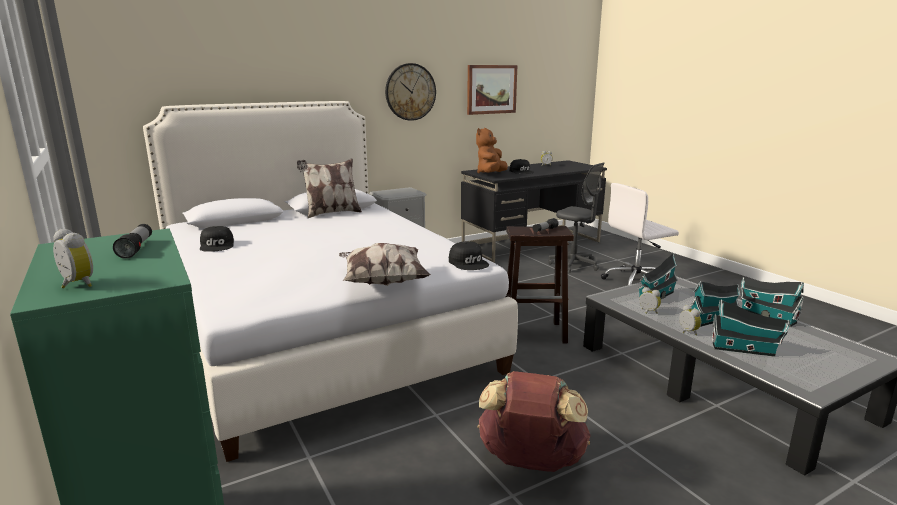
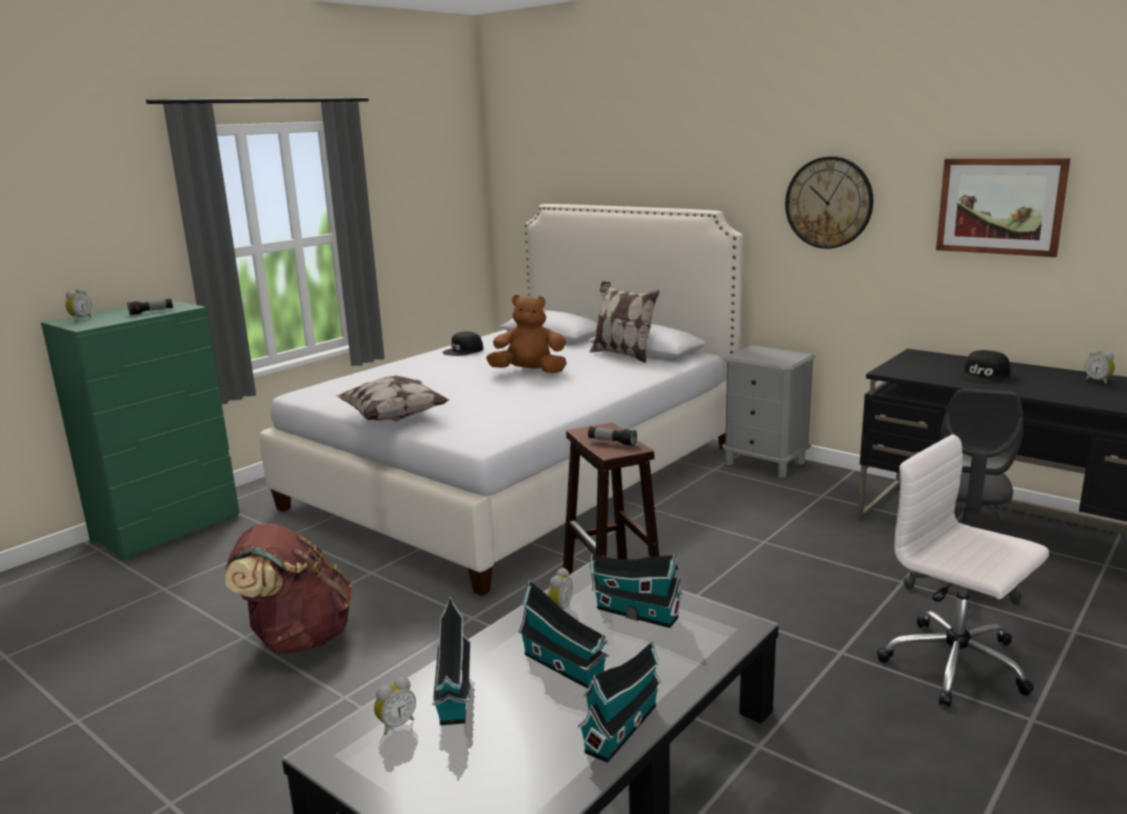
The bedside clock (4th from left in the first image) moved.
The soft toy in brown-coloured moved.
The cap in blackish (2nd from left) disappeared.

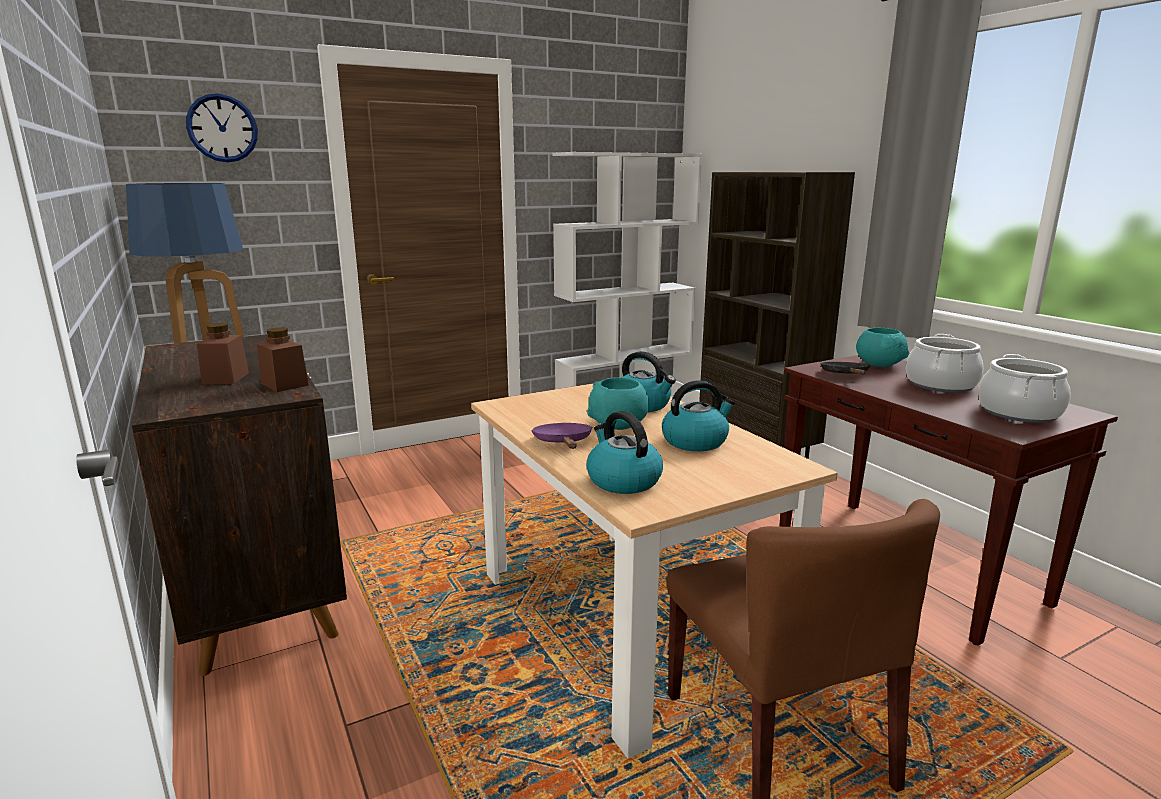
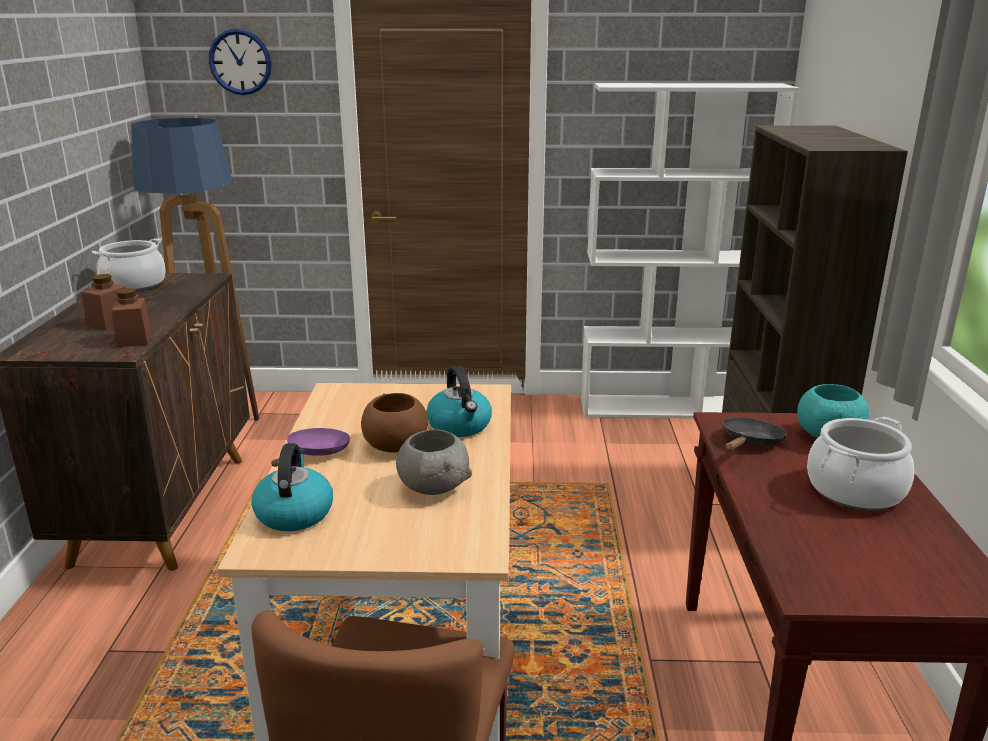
The saucepot (2nd from left in the first image) moved.
The bowl in turquoise-coloured (1st from left) became the bowl in brown-coloured.
The water kettle (3rd from left) was replaced by the bowl in greyish.

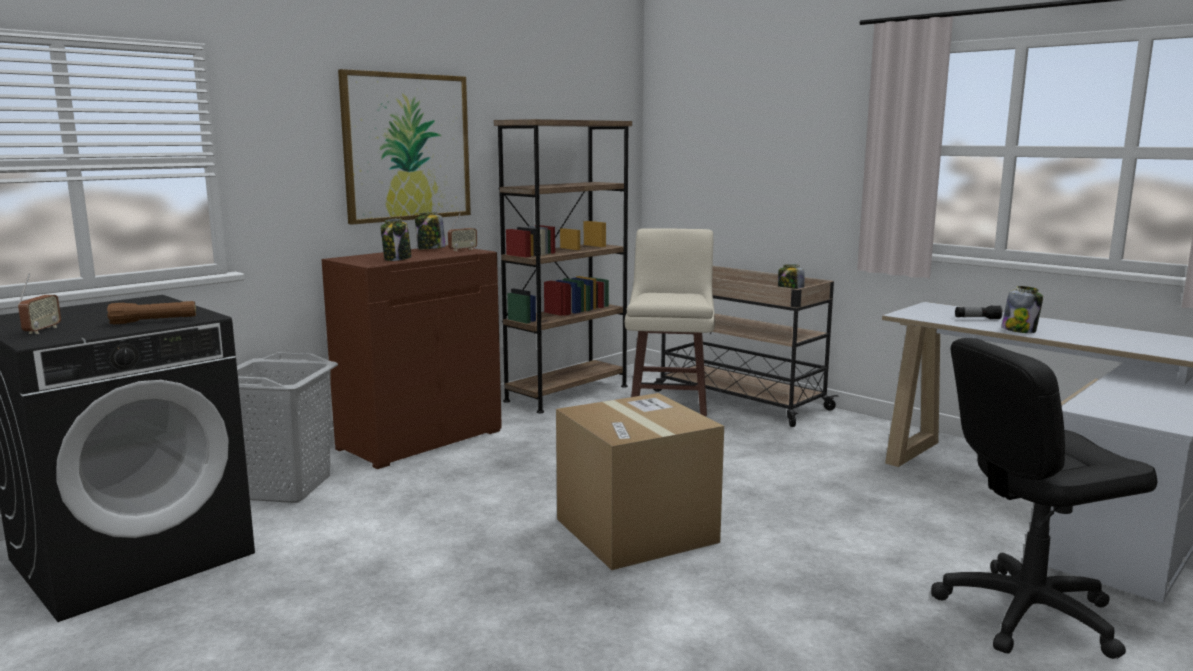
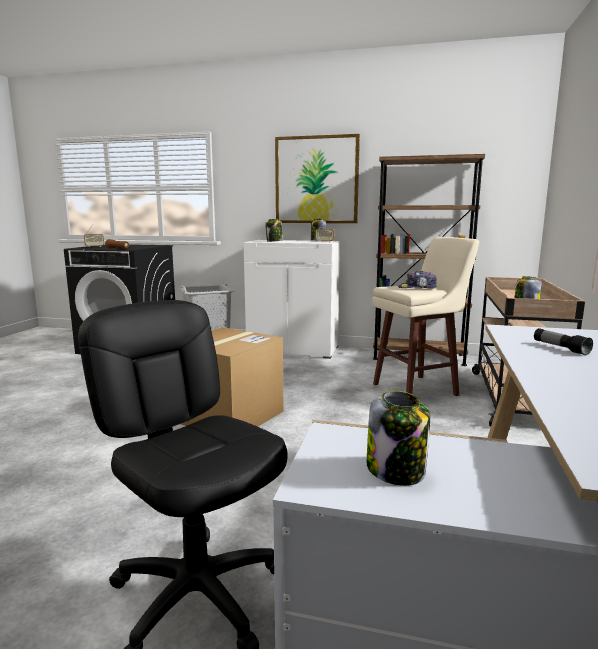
The cupboard in brown-coloured became the cupboard in white.
The jar (4th from left in the first image) moved.
The cap appeared.

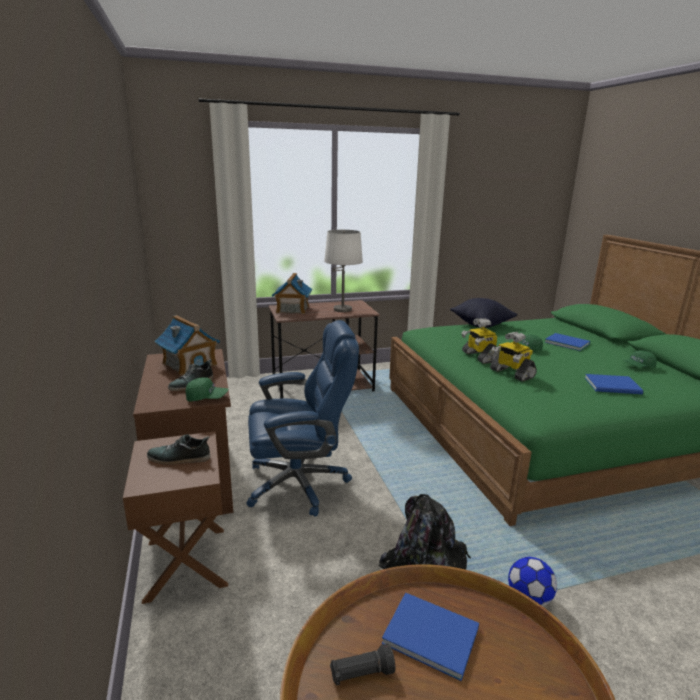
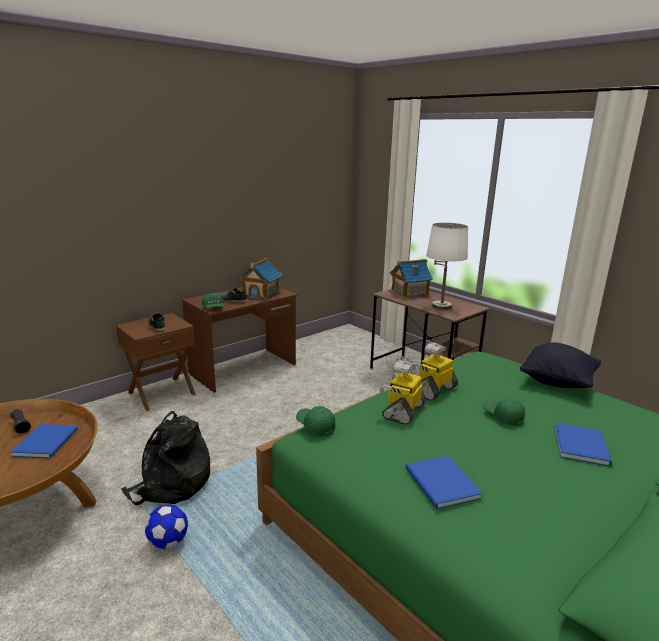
The cap in green (3rd from left in the first image) moved.
The computer chair in blue-coloured disappeared.

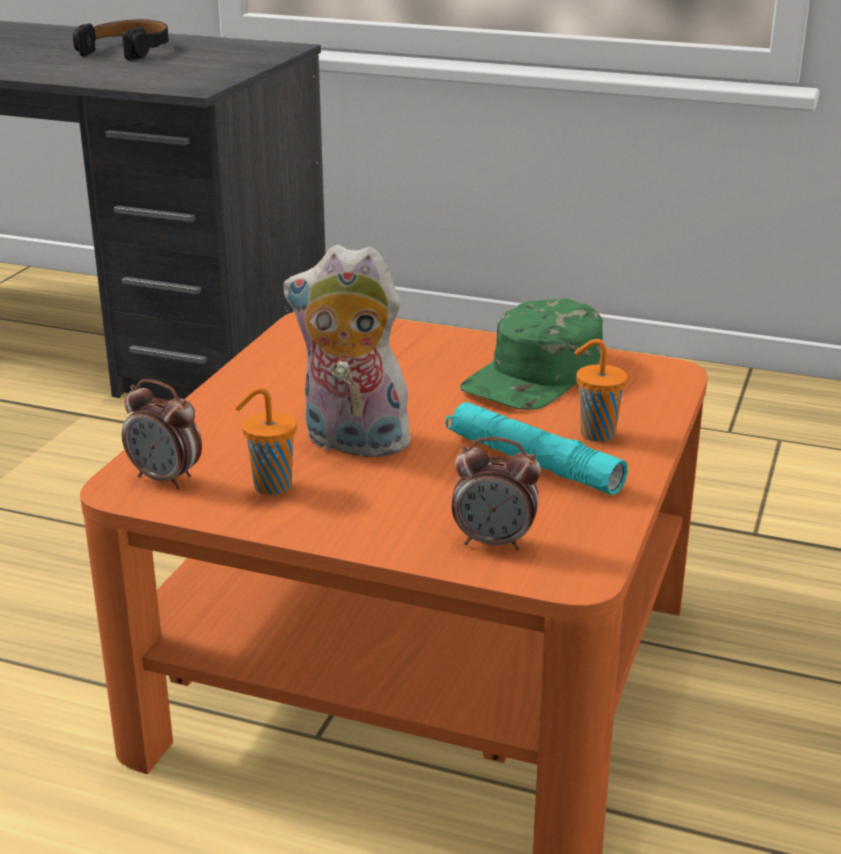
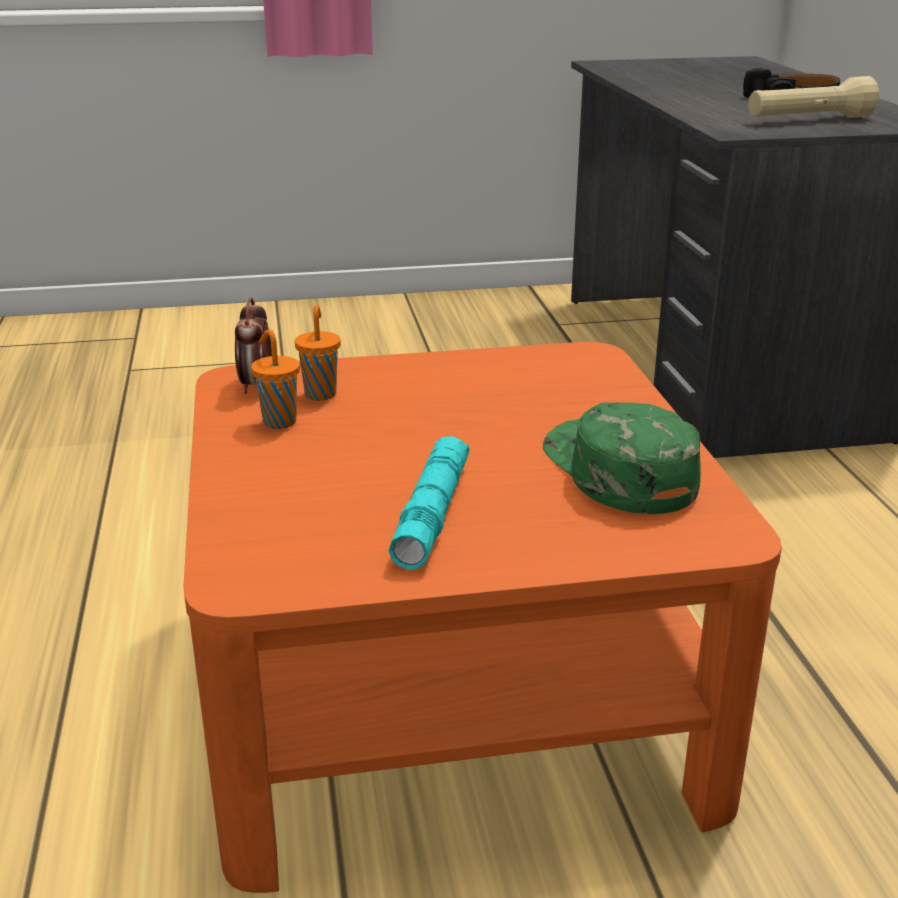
The drinking cup in orangey (2nd from left) moved.
The cap in green turned 60 degrees clockwise.
The flashlight in sand-coloured appeared.
The soft toy disappeared.
The bedside clock (2nd from left) disappeared.

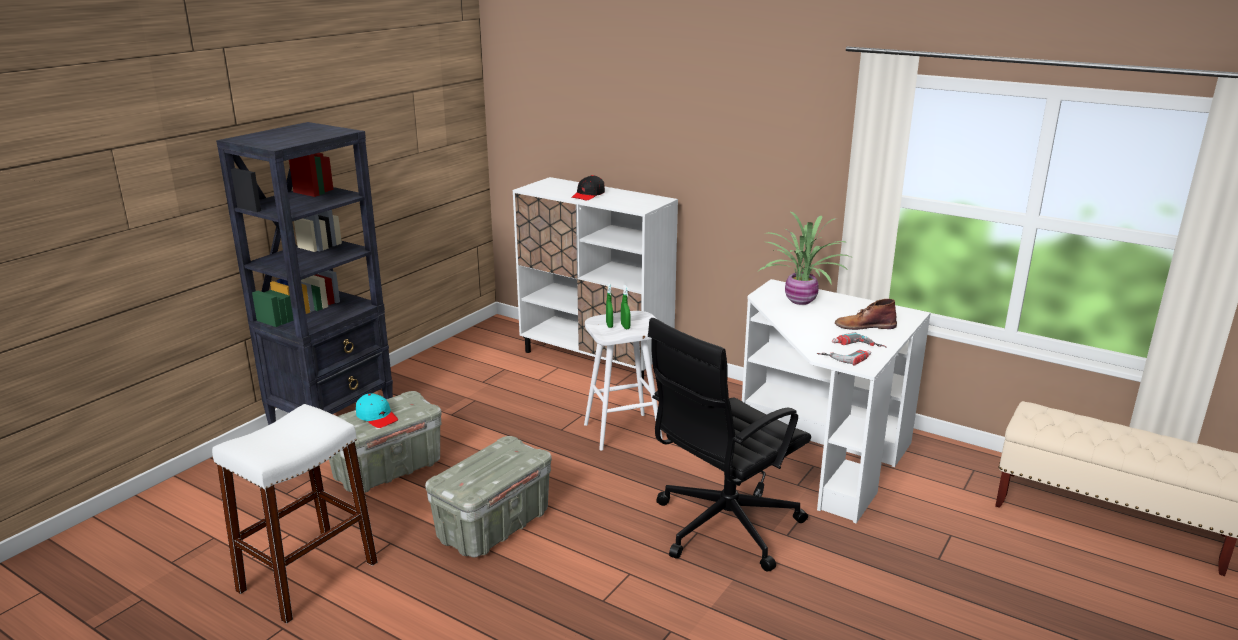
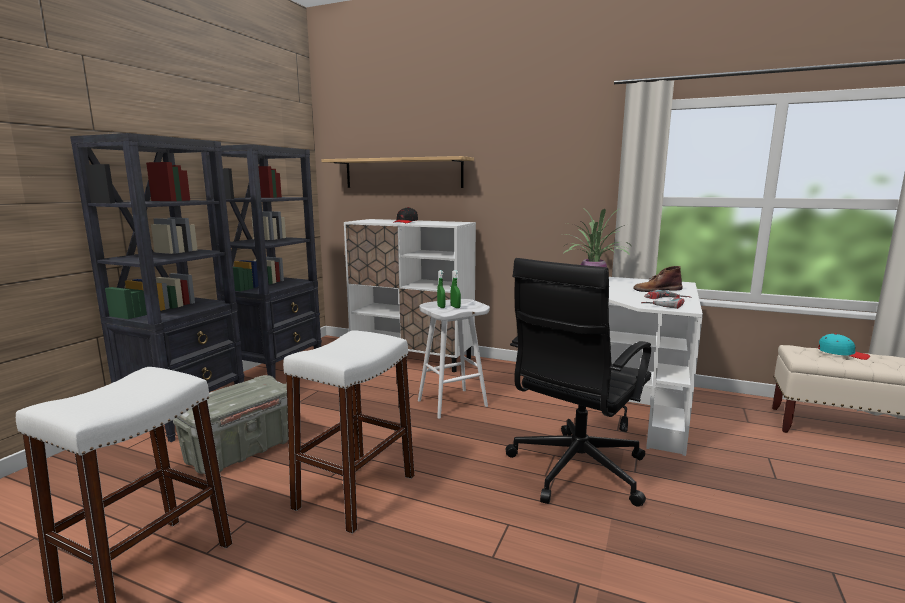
The shelving unit in blackish (2nd from left) appeared.
The storage box in greyish (2nd from left) was replaced by the stool seat in white (2nd from left).
The shelf appeared.
The cap in turquoise-coloured moved.

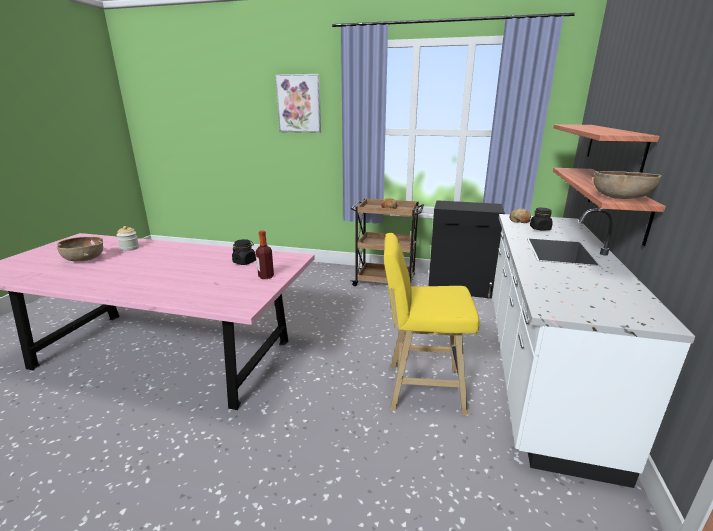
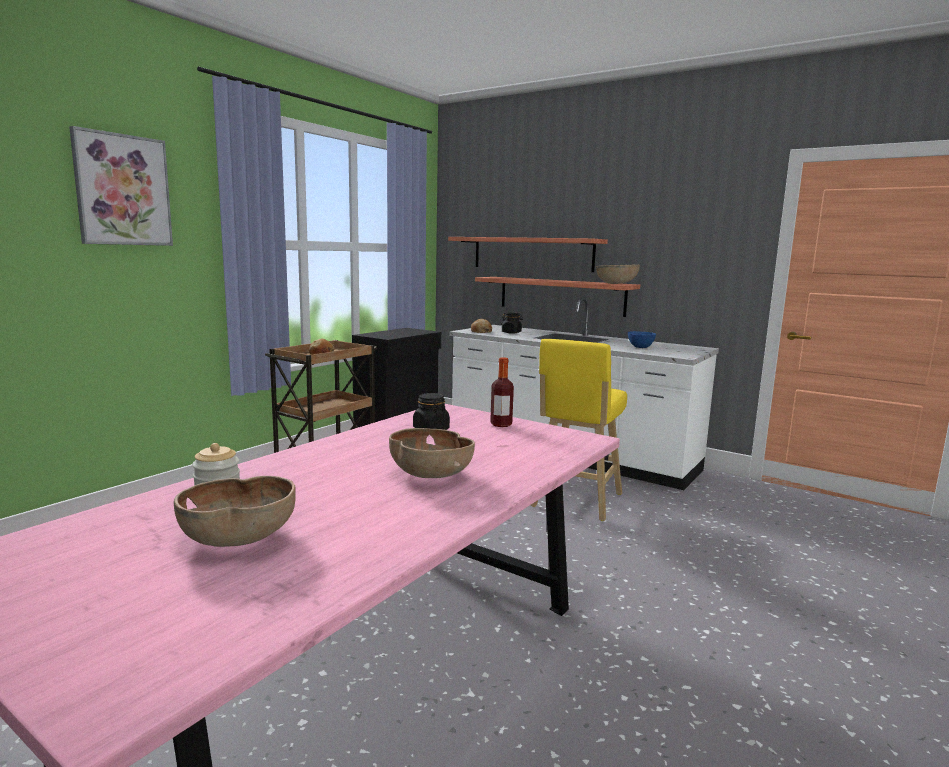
The bowl in brown-coloured (2nd from left) appeared.
The bowl in blue-coloured appeared.

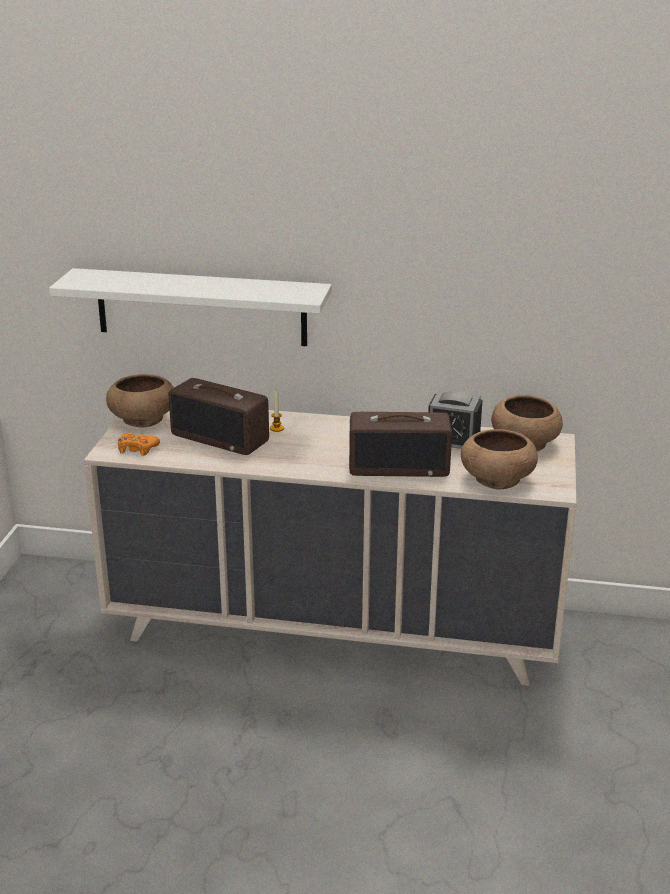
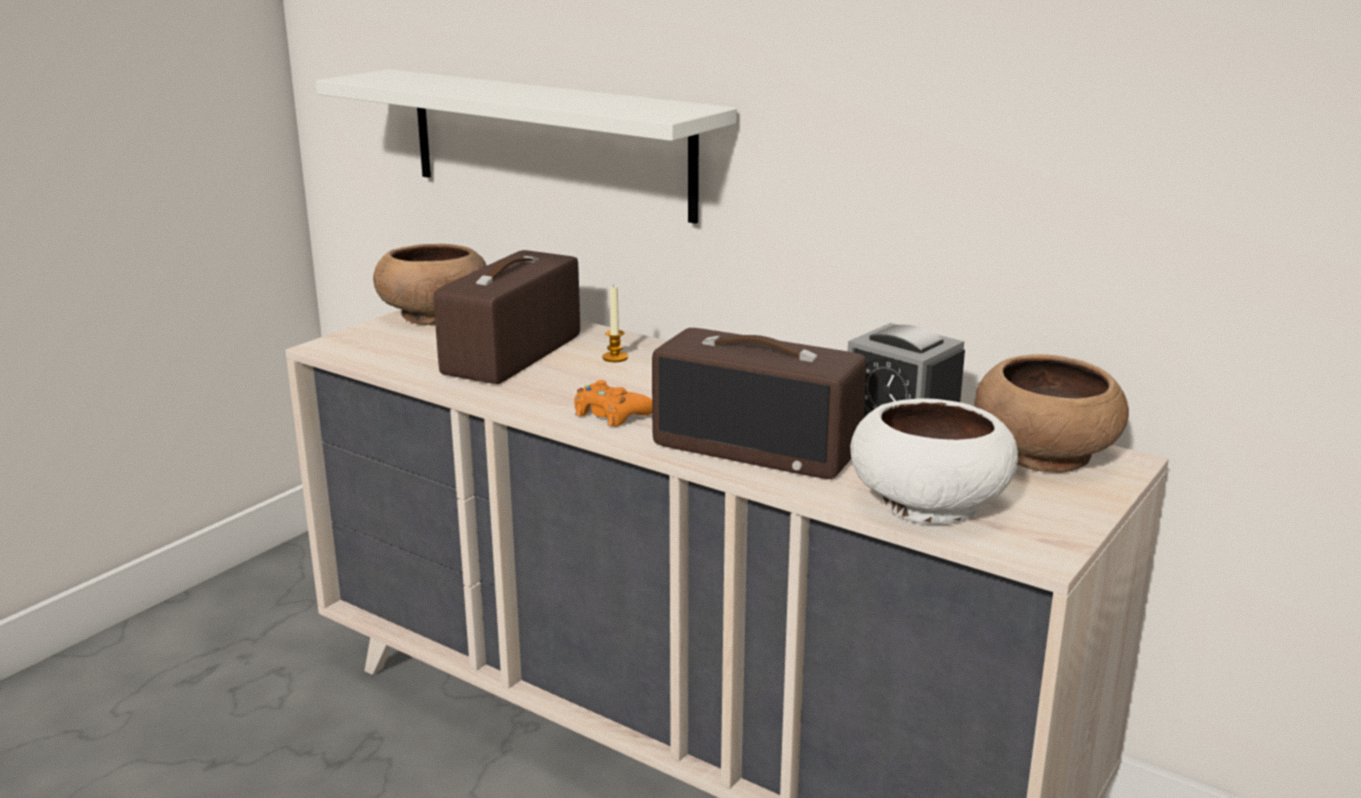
The radio receiver (1st from left) turned 60 degrees clockwise.
The gamepad in orangey moved.
The bowl in brown-coloured (2nd from left) became the bowl in white.

